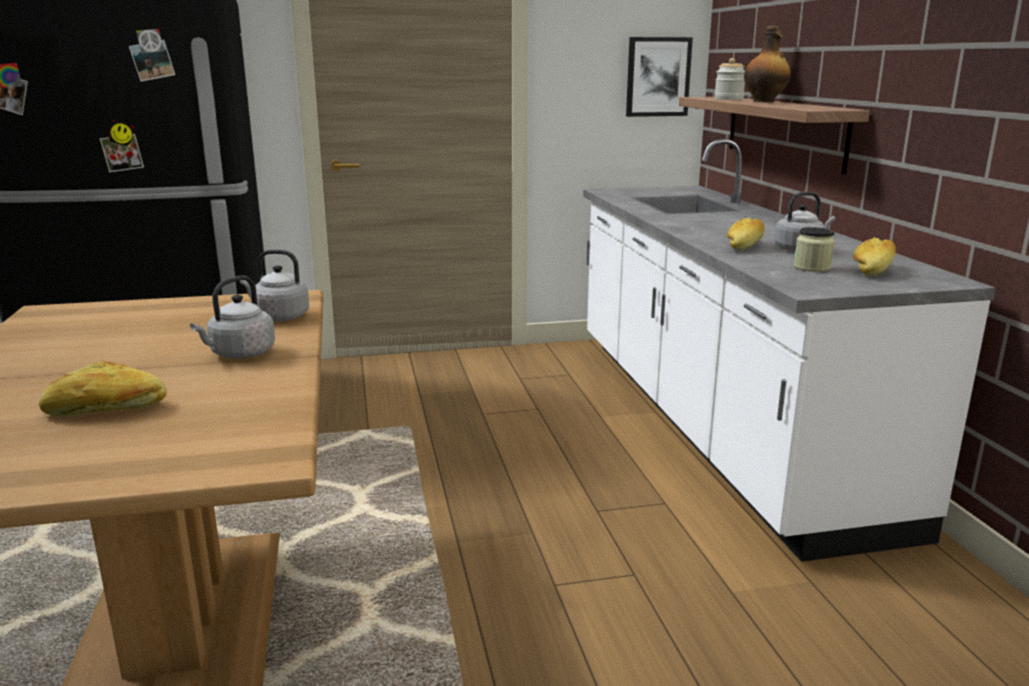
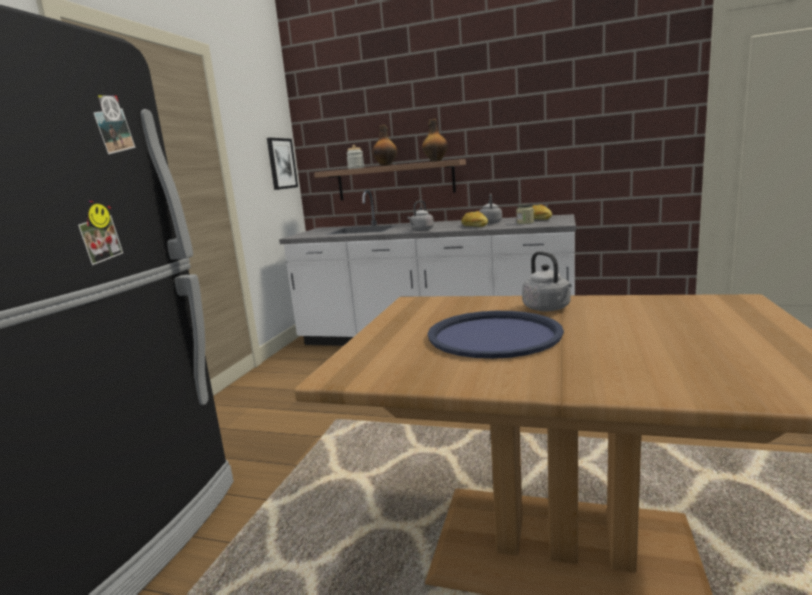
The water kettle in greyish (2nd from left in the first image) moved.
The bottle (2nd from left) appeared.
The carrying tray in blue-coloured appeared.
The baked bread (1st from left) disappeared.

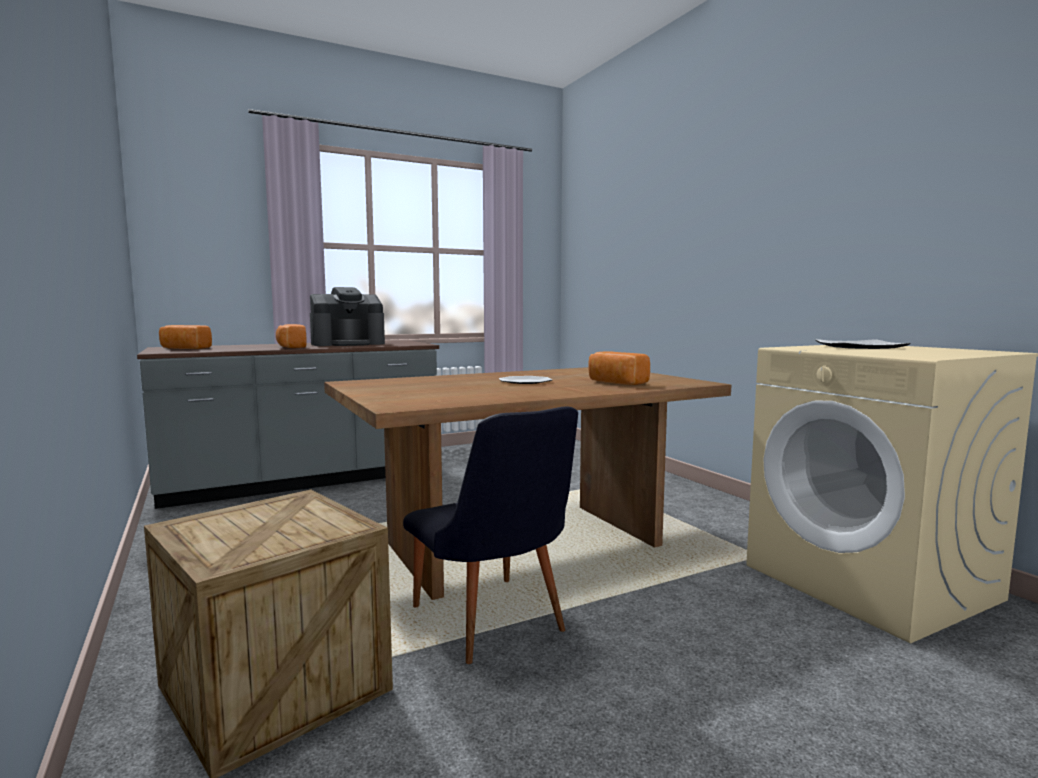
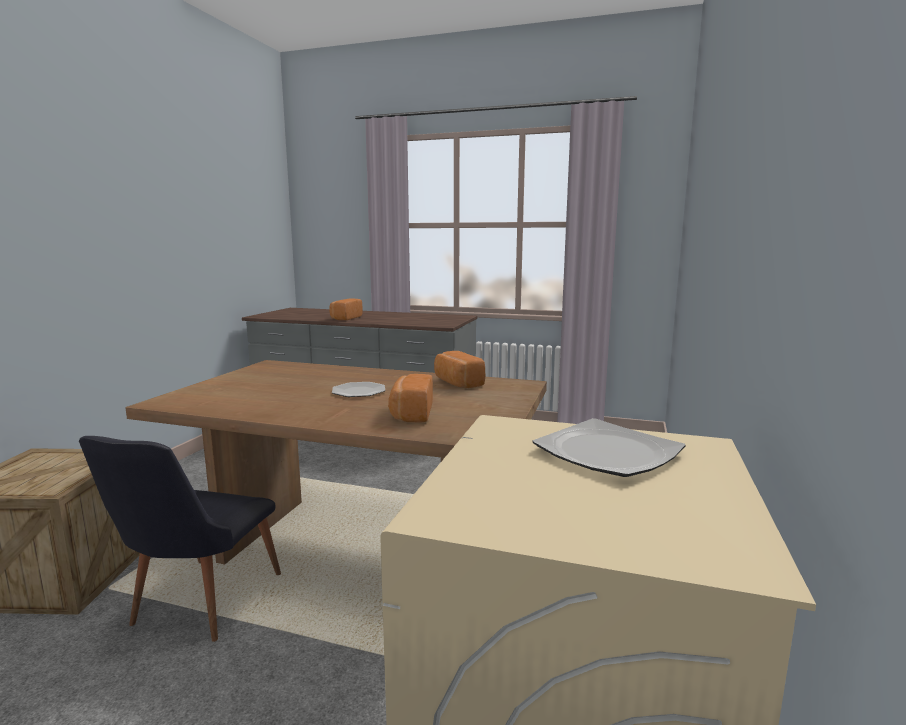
The baked bread (1st from left in the first image) moved.
The coffee brewer disappeared.

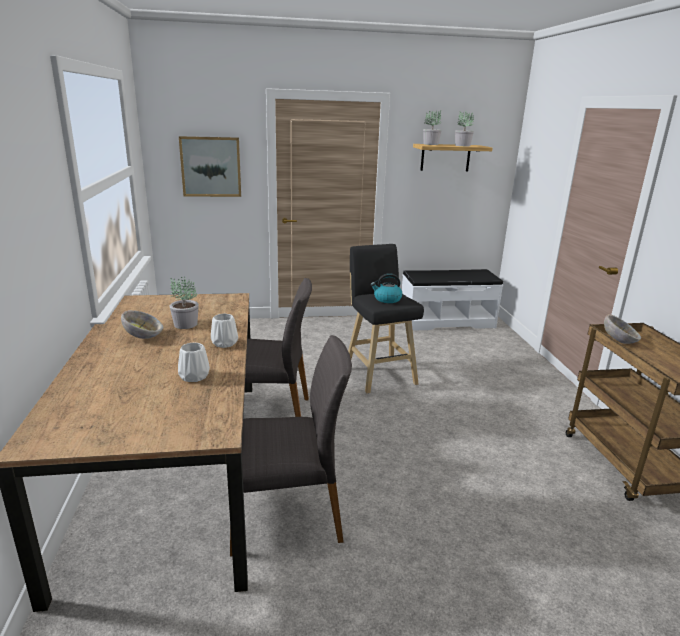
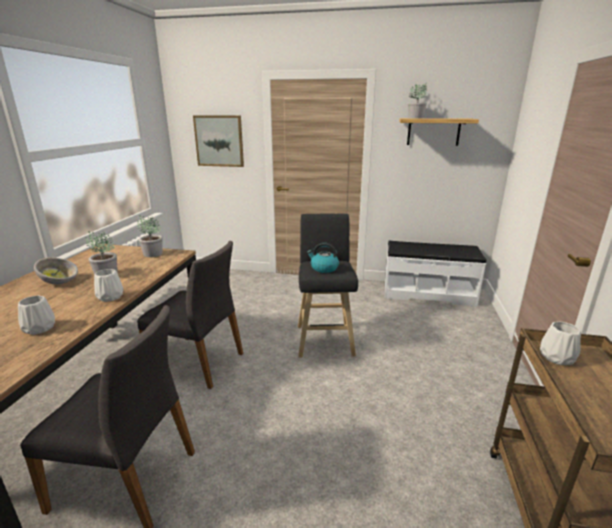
The plant in a pot (3rd from left in the first image) moved.
The bowl (2nd from left) was replaced by the flower vase in white (3rd from left).

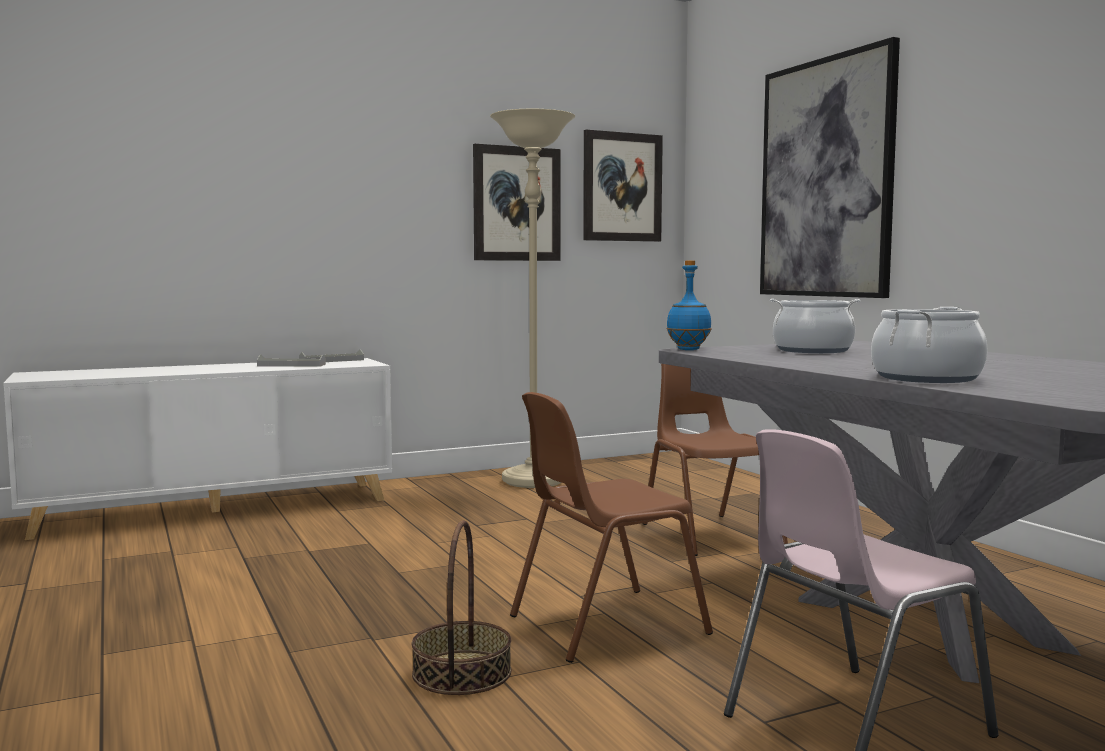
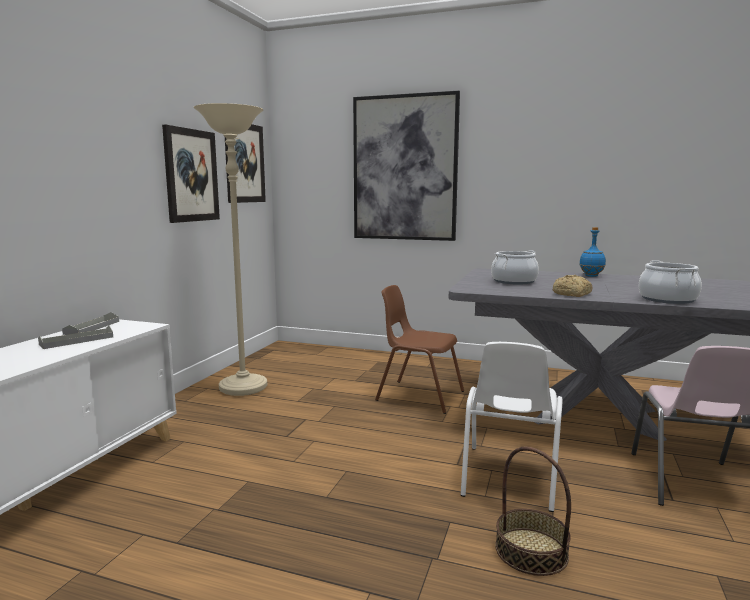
The plain chair in brown-coloured (1st from left) became the plain chair in white.
The baked bread appeared.
The bottle in blue-coloured moved.

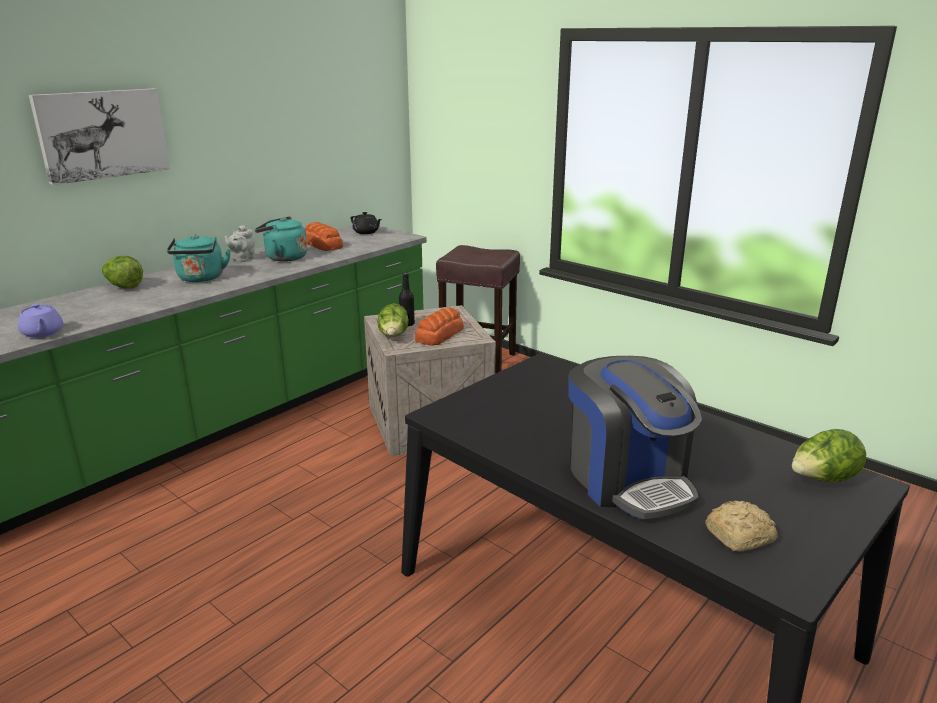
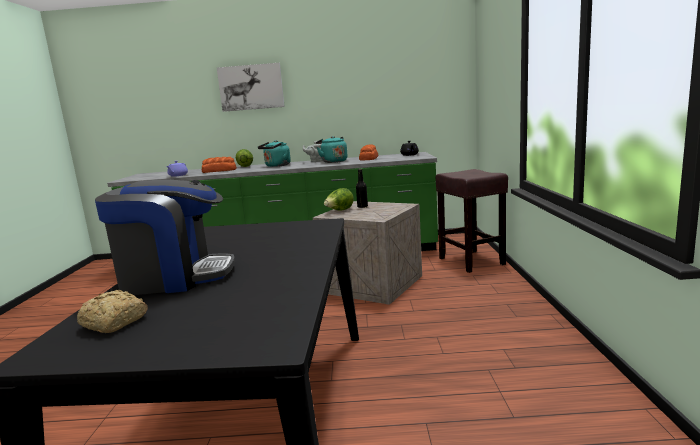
The coffee brewer turned 120 degrees counterclockwise.
The baked bread (2nd from left) moved.
The lettuce head (3rd from left) disappeared.

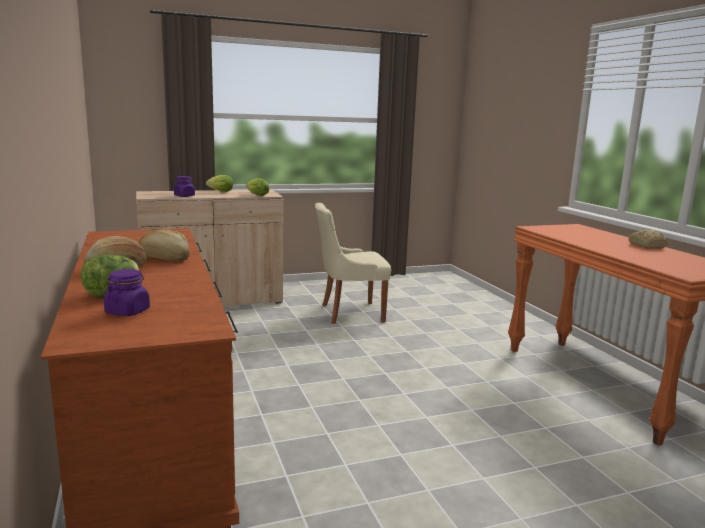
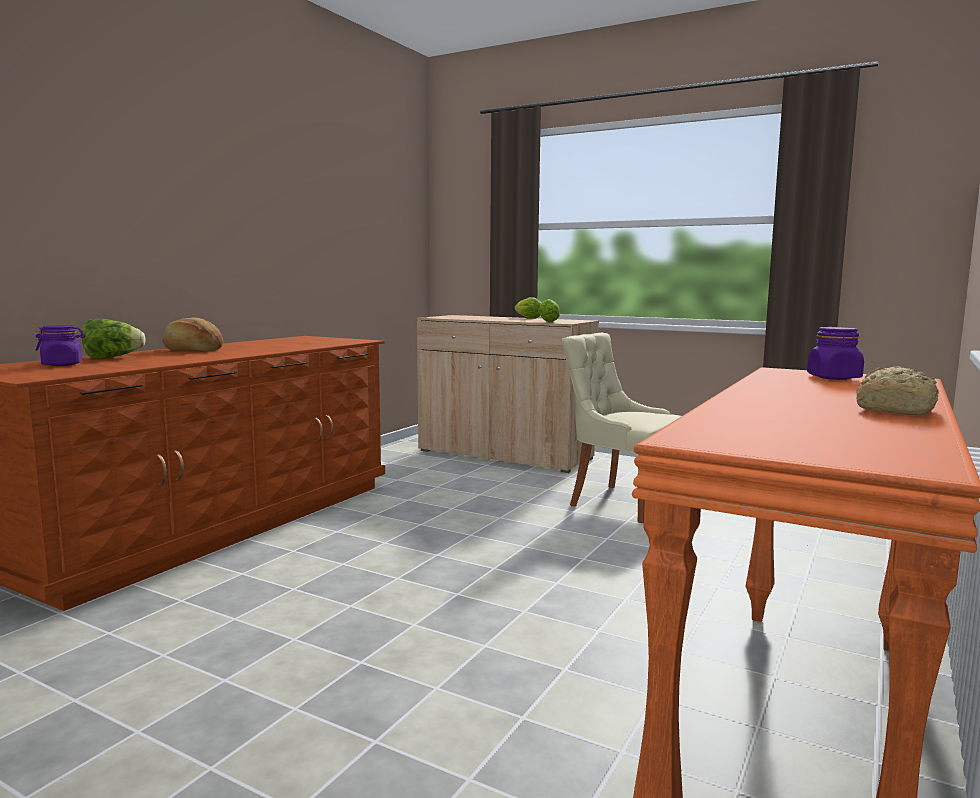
The jar in purple-coloured (2nd from left) moved.
The baked bread (2nd from left) disappeared.

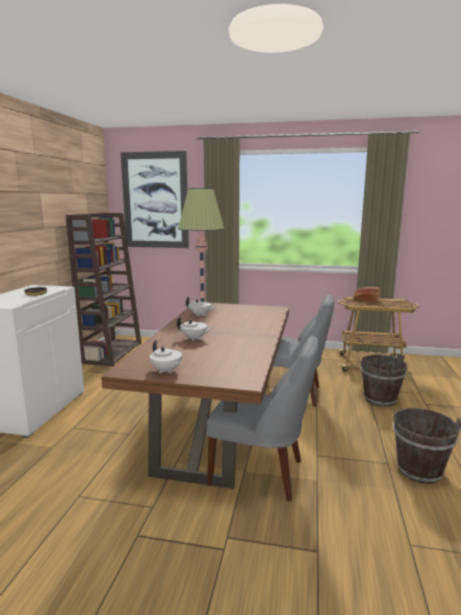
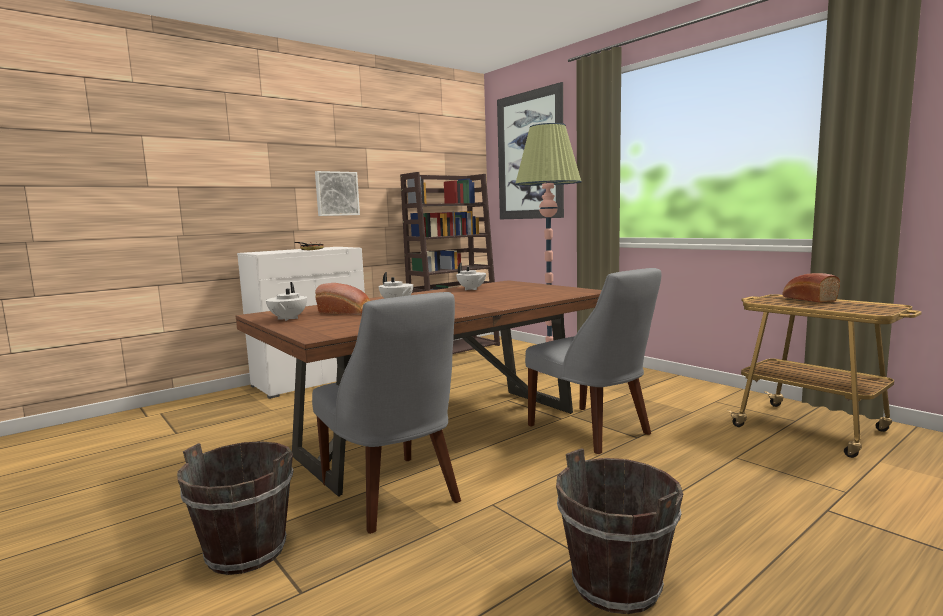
The water bucket in brown-coloured (1st from left) moved.
The wall picture (1st from left) appeared.
The baked bread (1st from left) appeared.

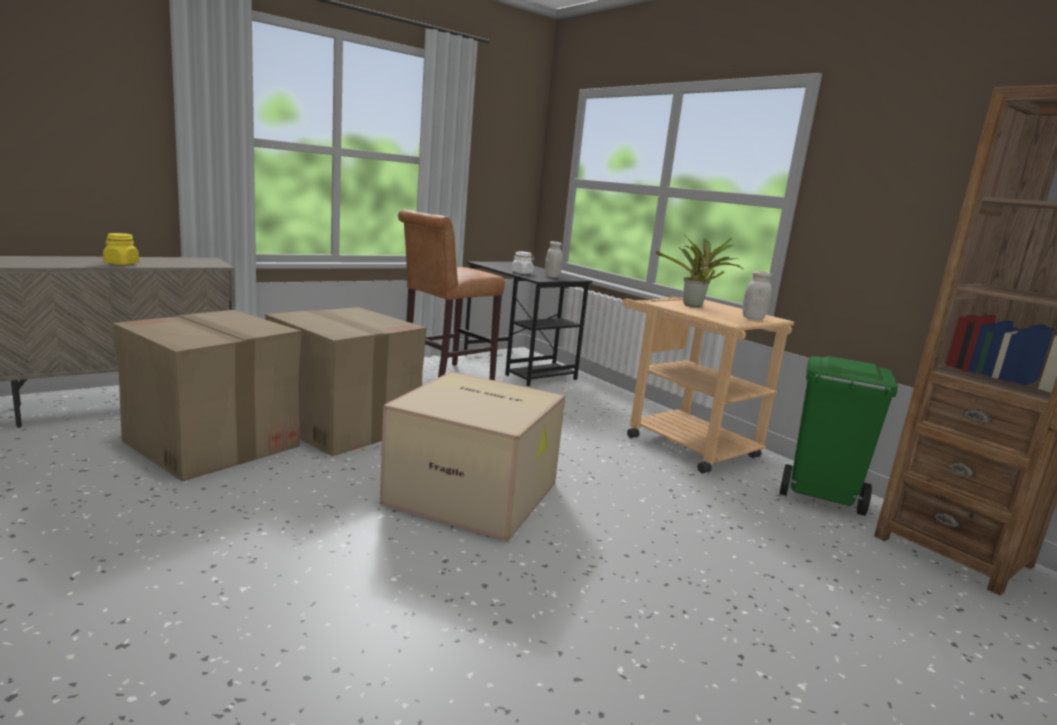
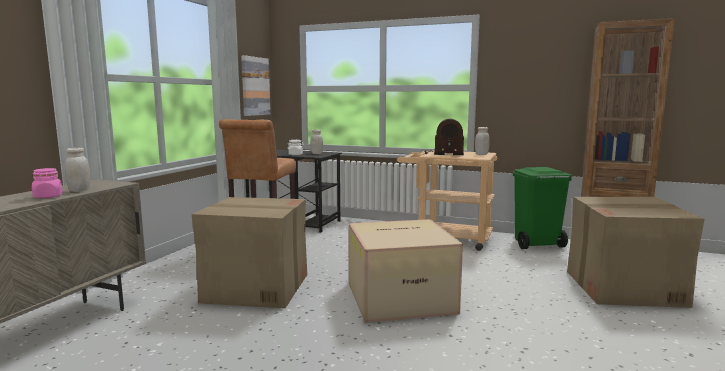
The jar in yellow-coloured became the jar in pink.
The jar in white (1st from left) appeared.
The wall picture appeared.
The plant in a pot was replaced by the radio receiver.
The packing box (1st from left in the first image) moved.

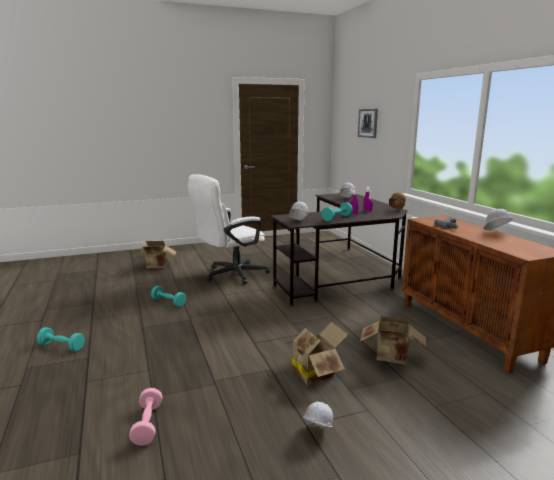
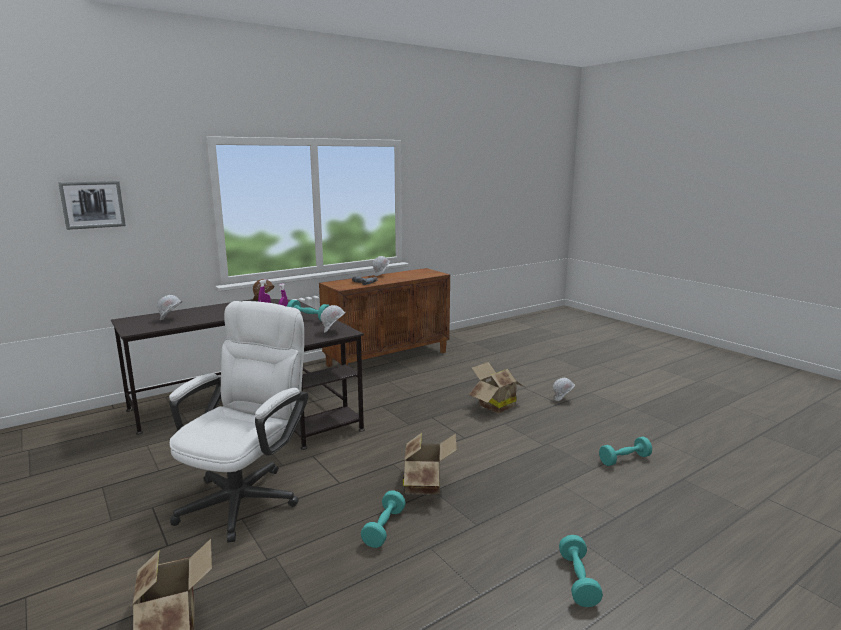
The computer chair in white turned 105 degrees counterclockwise.
The packing box (3rd from left in the first image) moved.
The hand weight in pink became the hand weight in turquoise-coloured (4th from left).

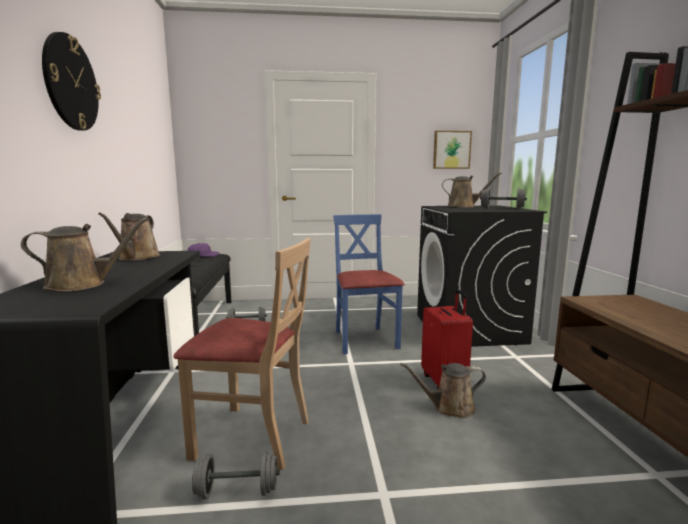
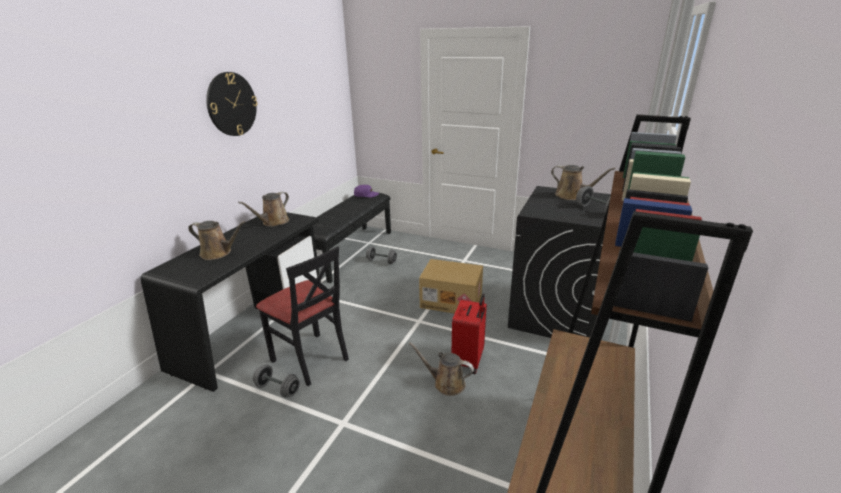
The plain chair in sand-coloured became the plain chair in blackish.
The plain chair in blue-coloured was replaced by the packing box.
The wall picture disappeared.

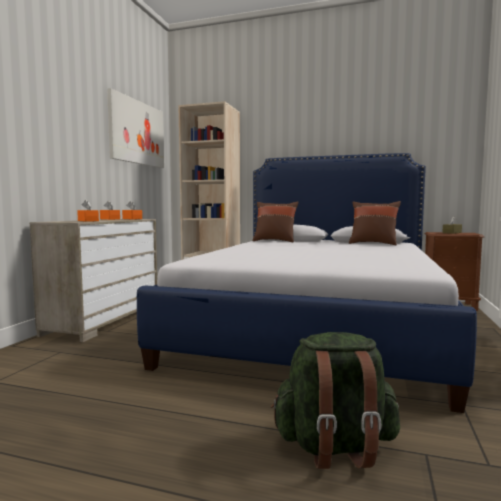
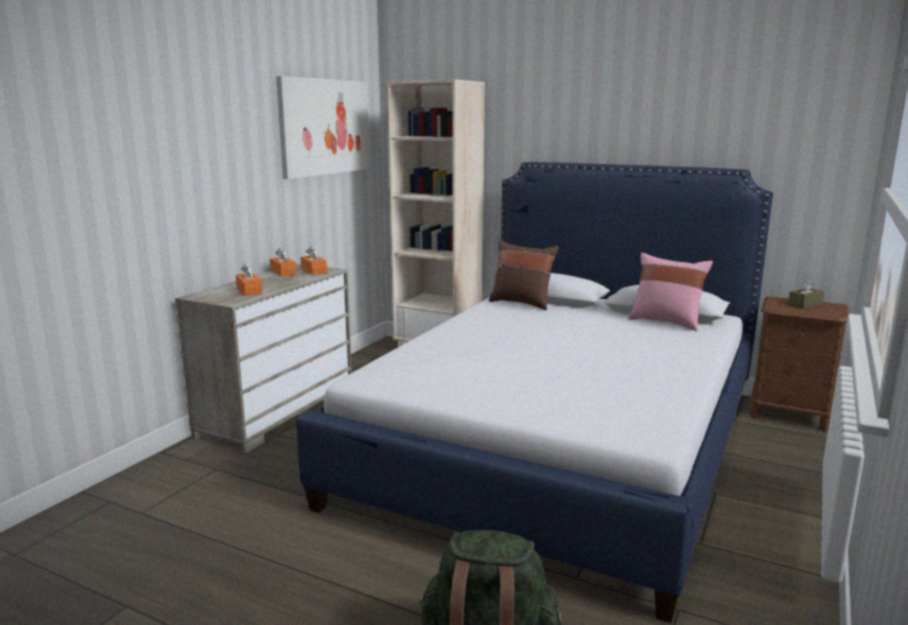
The pillow in brown-coloured (2nd from left) became the pillow in pink.

